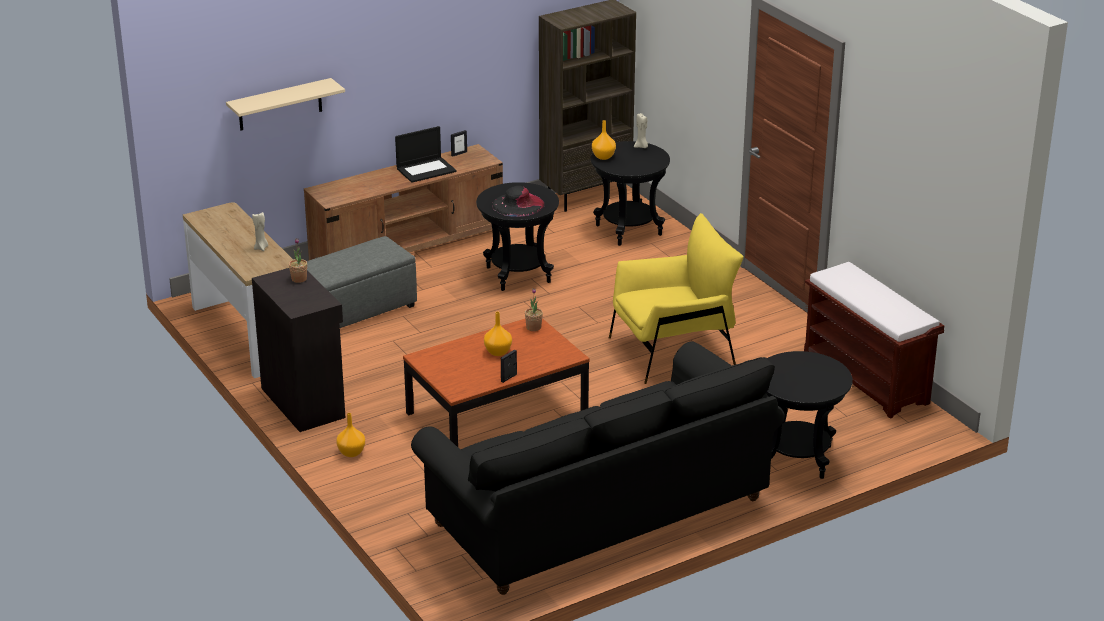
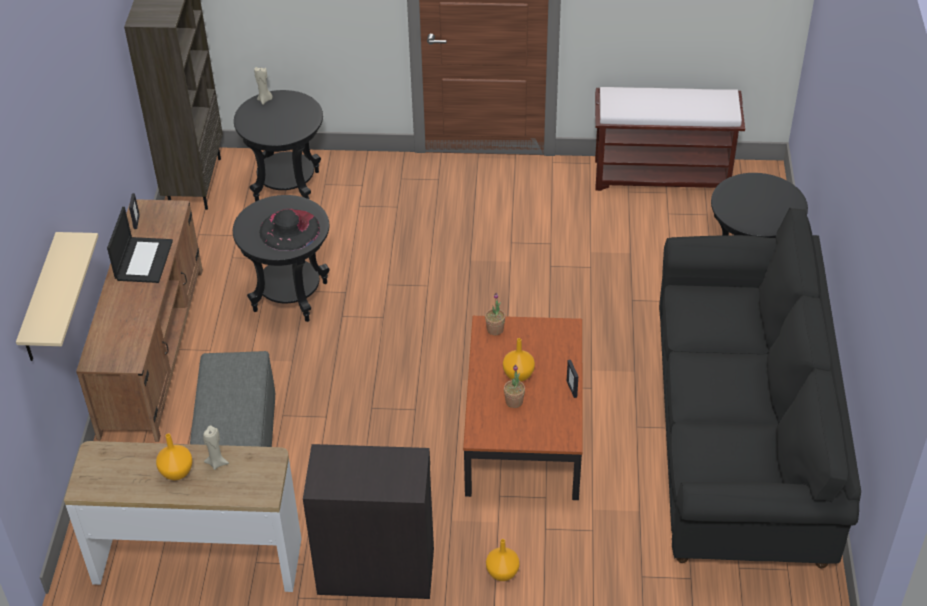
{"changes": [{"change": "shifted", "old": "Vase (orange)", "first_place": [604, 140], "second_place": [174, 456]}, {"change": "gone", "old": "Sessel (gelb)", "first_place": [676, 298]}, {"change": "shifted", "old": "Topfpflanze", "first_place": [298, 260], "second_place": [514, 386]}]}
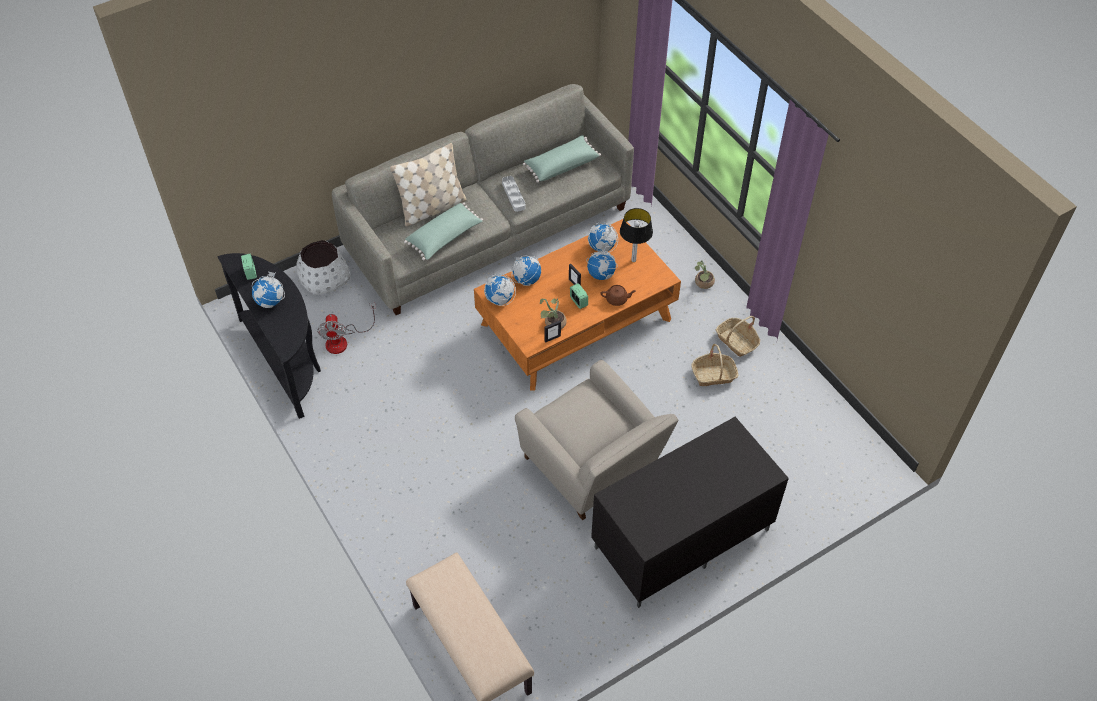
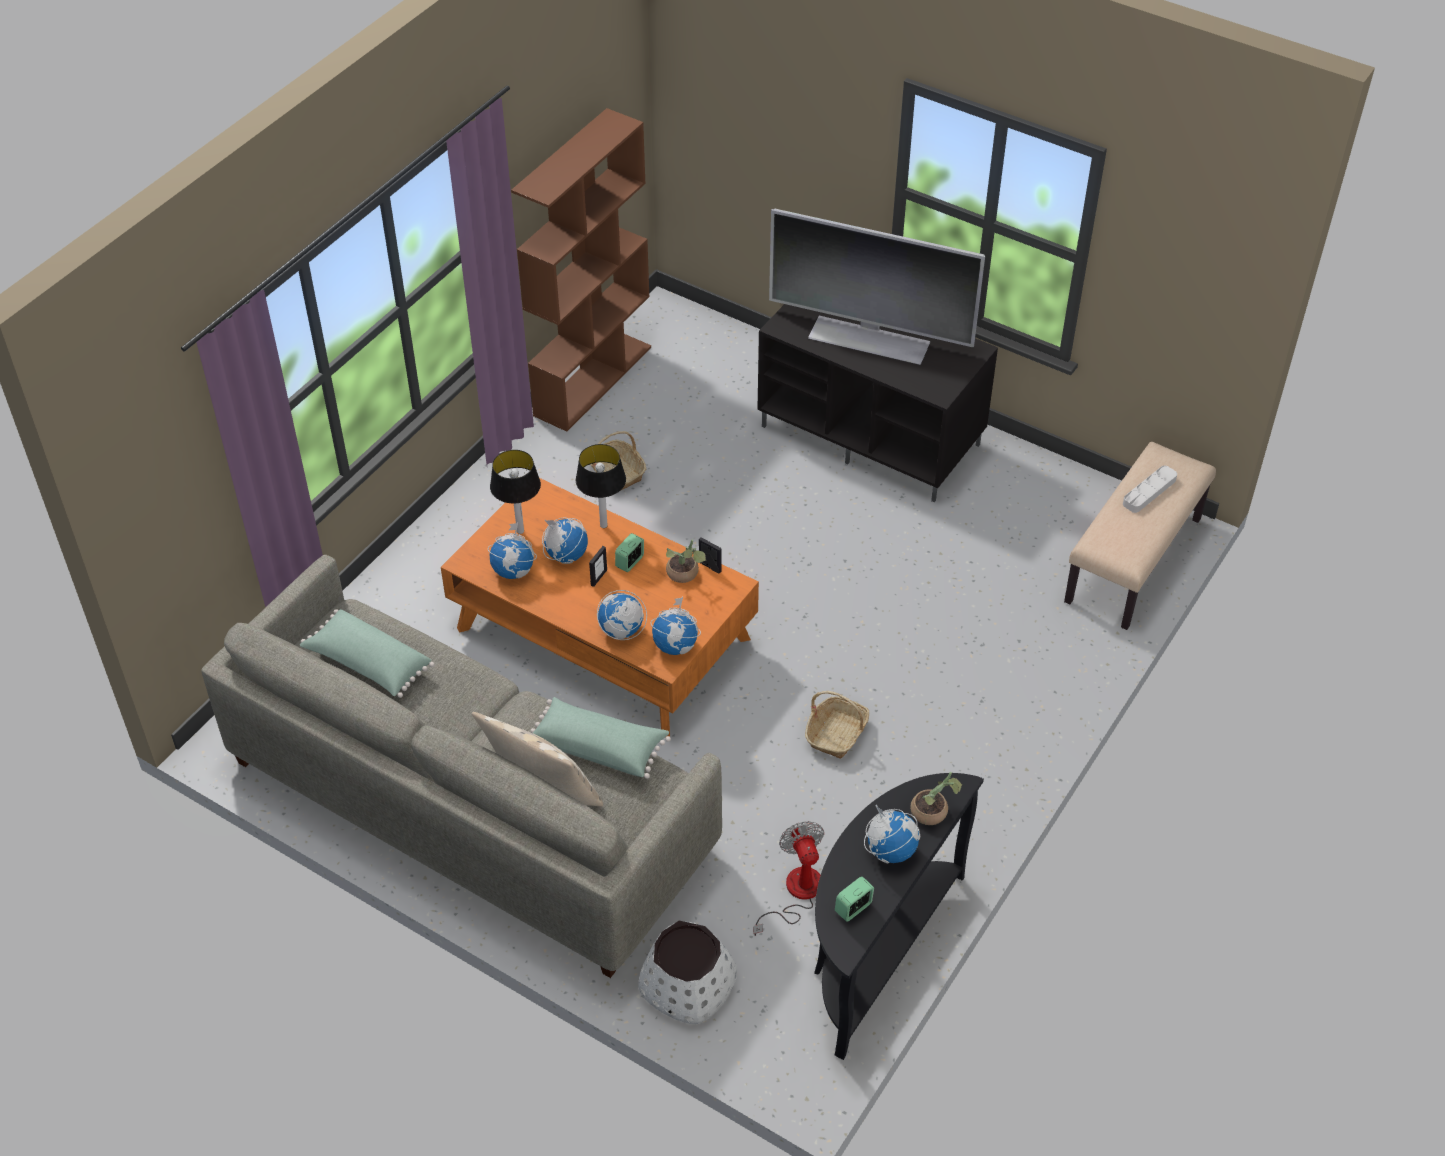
{"changes": [{"change": "shifted", "old": "Tablett (grau)", "first_place": [514, 194], "second_place": [1150, 489]}, {"change": "shifted", "old": "Topfpflanze", "first_place": [705, 274], "second_place": [936, 798]}, {"change": "swapped", "old": "Teekanne (braun)", "new": "Tischlampe", "first_place": [618, 295], "second_place": [601, 486]}, {"change": "rotated", "old": "Ventilator", "first_place": [346, 328], "second_place": [788, 878], "degrees": -75}, {"change": "shifted", "old": "Korb", "first_place": [738, 336], "second_place": [837, 725]}, {"change": "gone", "old": "Sessel (beige)", "first_place": [596, 440]}, {"change": "new", "new": "Bücherregal (braun)", "second_place": [581, 270]}, {"change": "new", "new": "Fernseher", "second_place": [877, 286]}]}
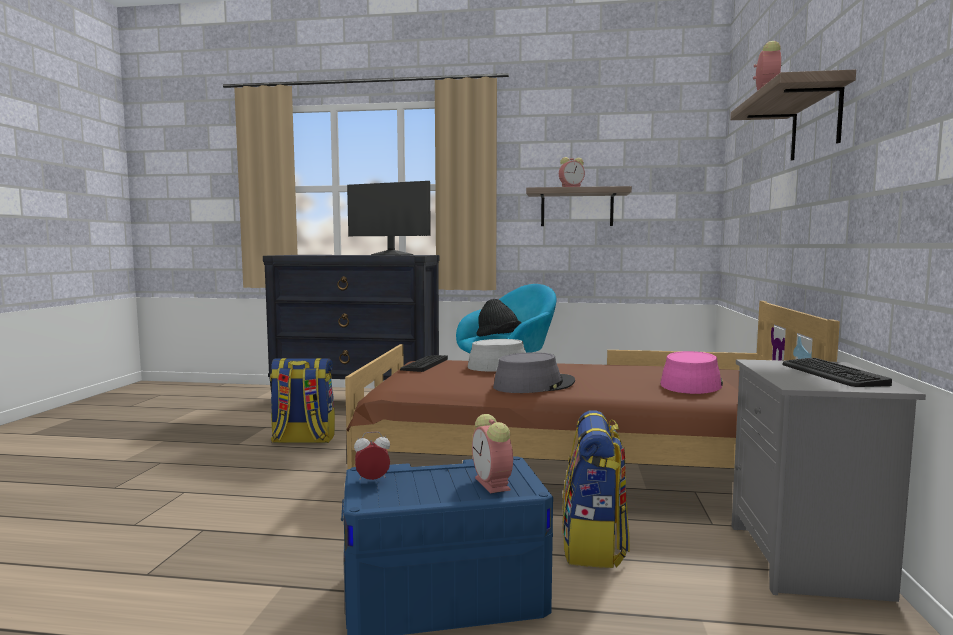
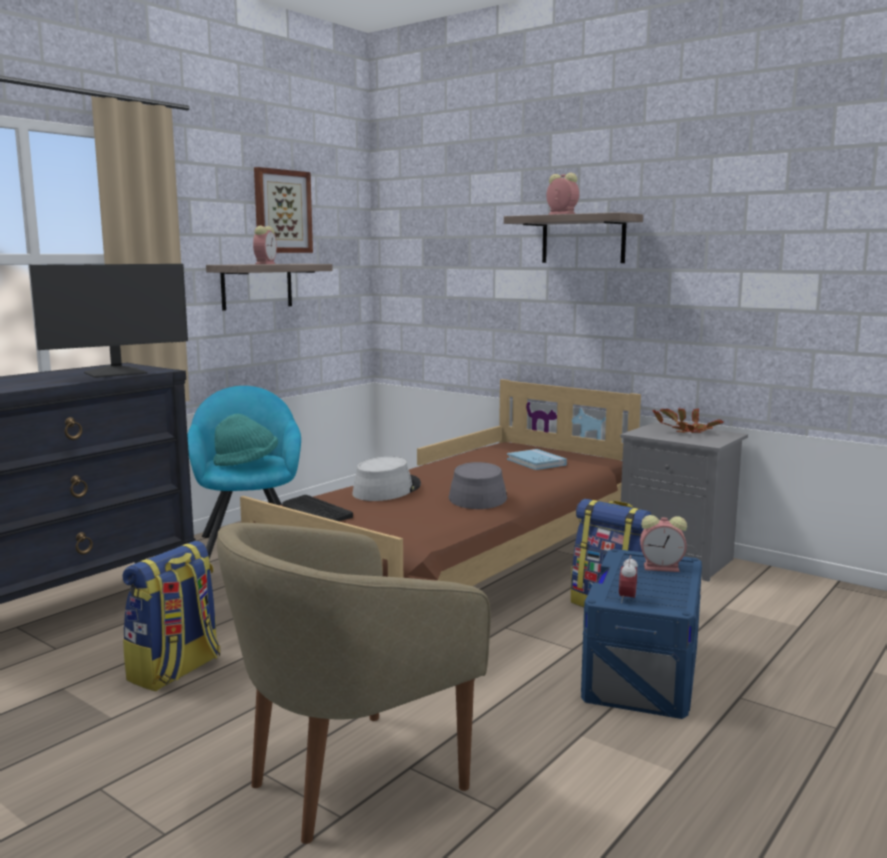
{"changes": [{"change": "repainted", "old": "Hut (schwarz)", "new": "Hut (türkis)", "first_place": [499, 318], "second_place": [245, 440]}, {"change": "swapped", "old": "Hut (rosa)", "new": "Buch (blau)", "first_place": [691, 372], "second_place": [537, 459]}, {"change": "swapped", "old": "Tastatur", "new": "Topfpflanze", "first_place": [837, 372], "second_place": [688, 420]}, {"change": "new", "new": "Bild", "second_place": [283, 210]}, {"change": "new", "new": "Sessel (beige)", "second_place": [354, 683]}]}
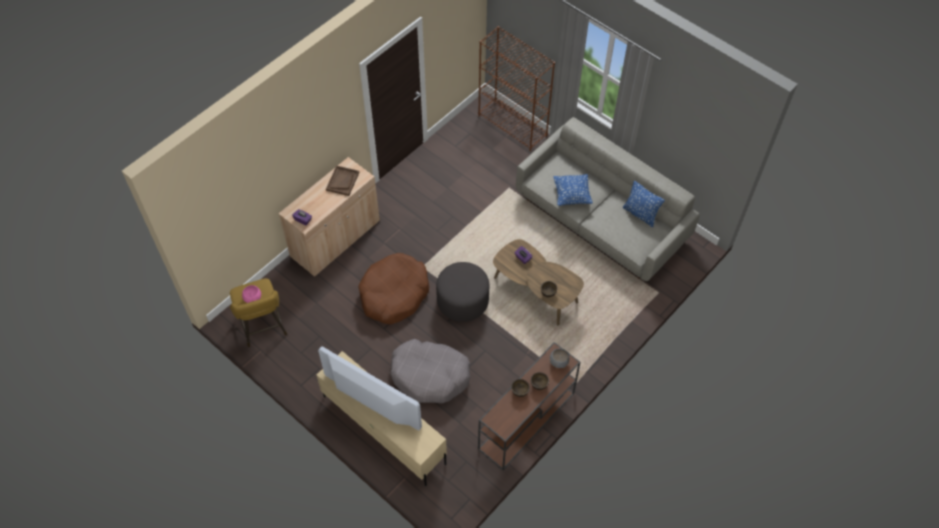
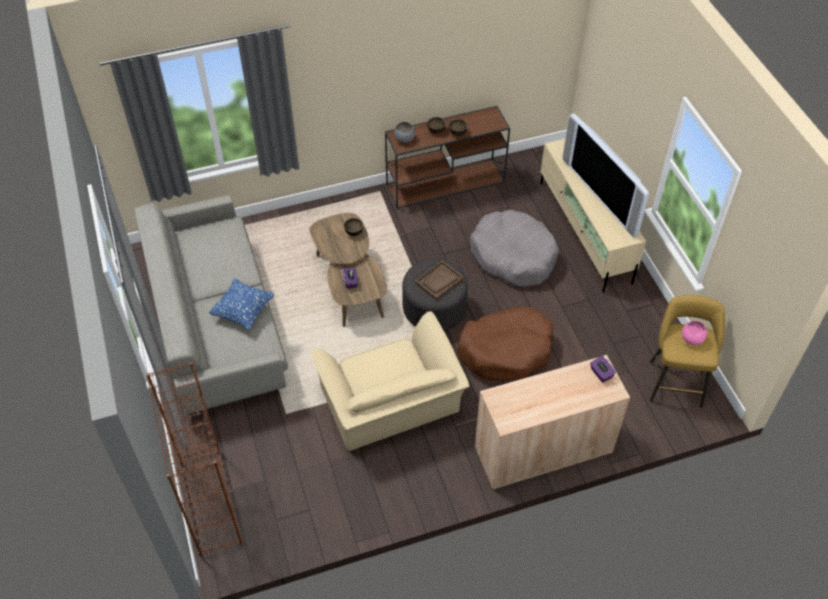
{"changes": [{"change": "shifted", "old": "Tablett (braun)", "first_place": [342, 180], "second_place": [439, 280]}, {"change": "gone", "old": "Kissen (blau)", "first_place": [644, 204]}, {"change": "new", "new": "Sessel (beige)", "second_place": [390, 381]}]}
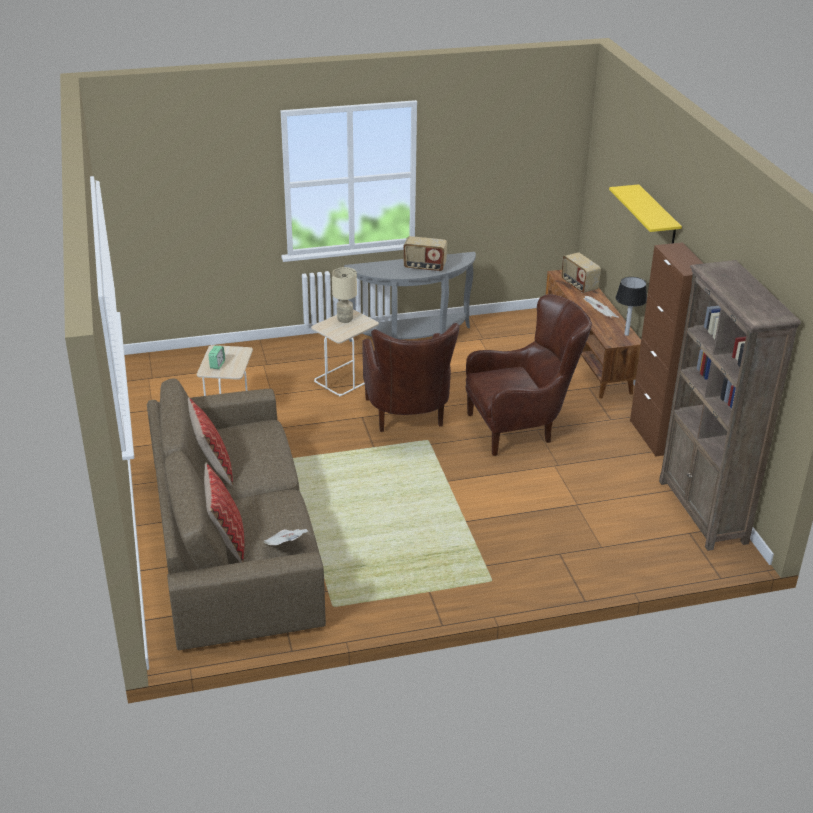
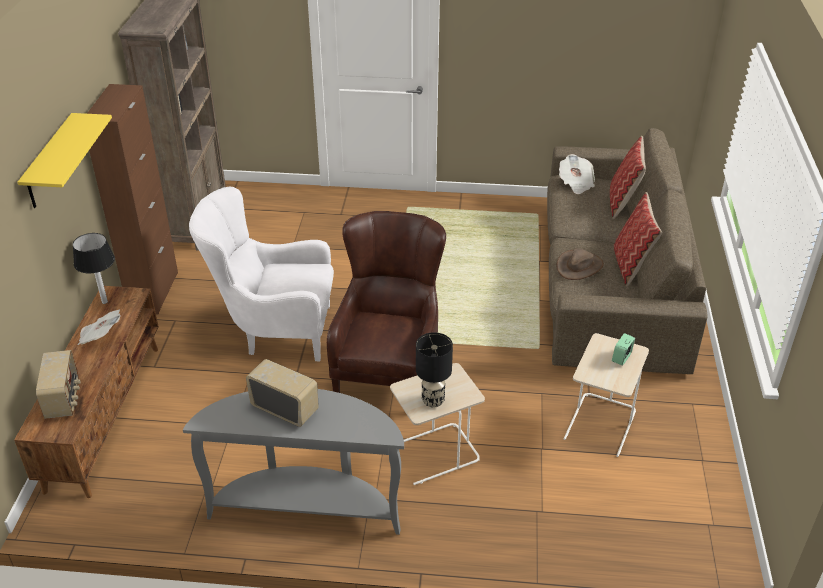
{"changes": [{"change": "repainted", "old": "Tischlampe (beige)", "new": "Tischlampe (schwarz)", "first_place": [344, 295], "second_place": [434, 370]}, {"change": "repainted", "old": "Sessel (braun)", "new": "Sessel (weiß)", "first_place": [529, 375], "second_place": [261, 274]}, {"change": "new", "new": "Hut (braun)", "second_place": [580, 264]}]}
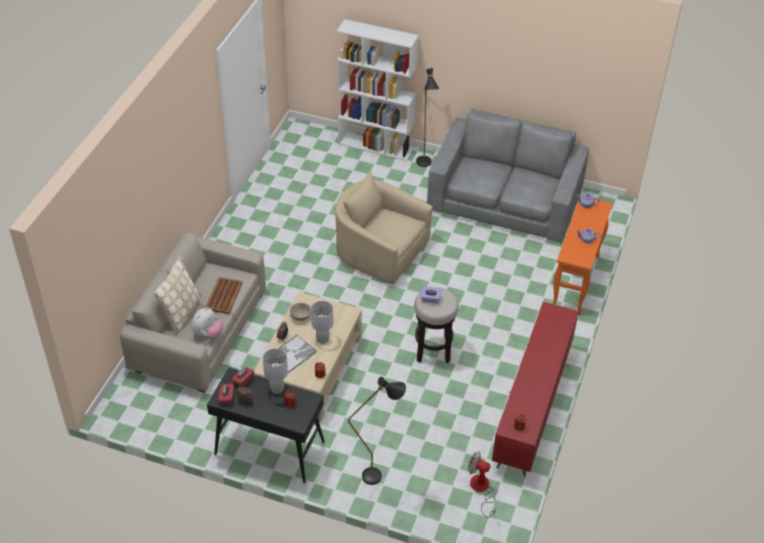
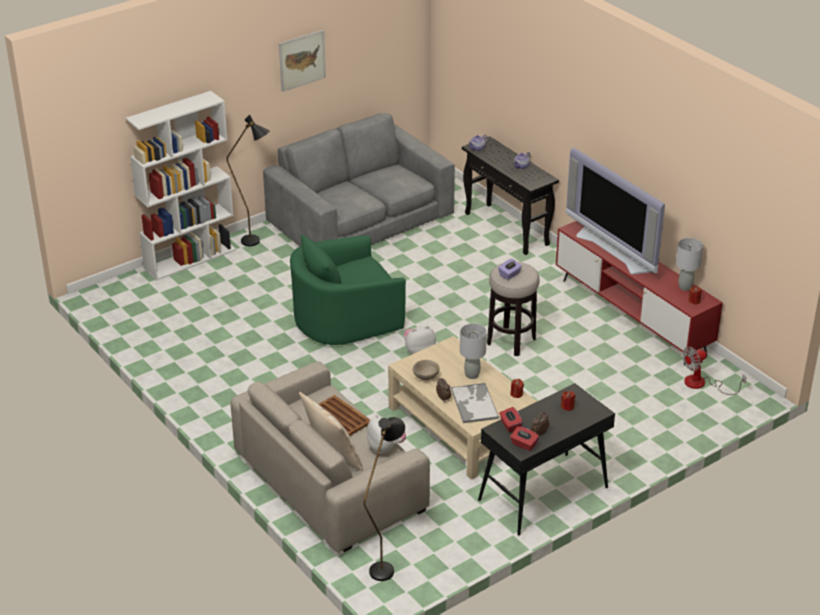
{"changes": [{"change": "repainted", "old": "Sessel (beige)", "new": "Sessel (grün)", "first_place": [384, 228], "second_place": [348, 289]}, {"change": "repainted", "old": "Konsolentisch (orange)", "new": "Konsolentisch (schwarz)", "first_place": [583, 255], "second_place": [510, 195]}, {"change": "shifted", "old": "Tischlampe (grau)", "first_place": [275, 371], "second_place": [689, 264]}, {"change": "shifted", "old": "Stehlampe (schwarz)", "first_place": [377, 431], "second_place": [384, 499]}, {"change": "new", "new": "Bild", "second_place": [302, 61]}, {"change": "new", "new": "Fernseher", "second_place": [615, 211]}, {"change": "new", "new": "Plüschtier", "second_place": [420, 340]}]}
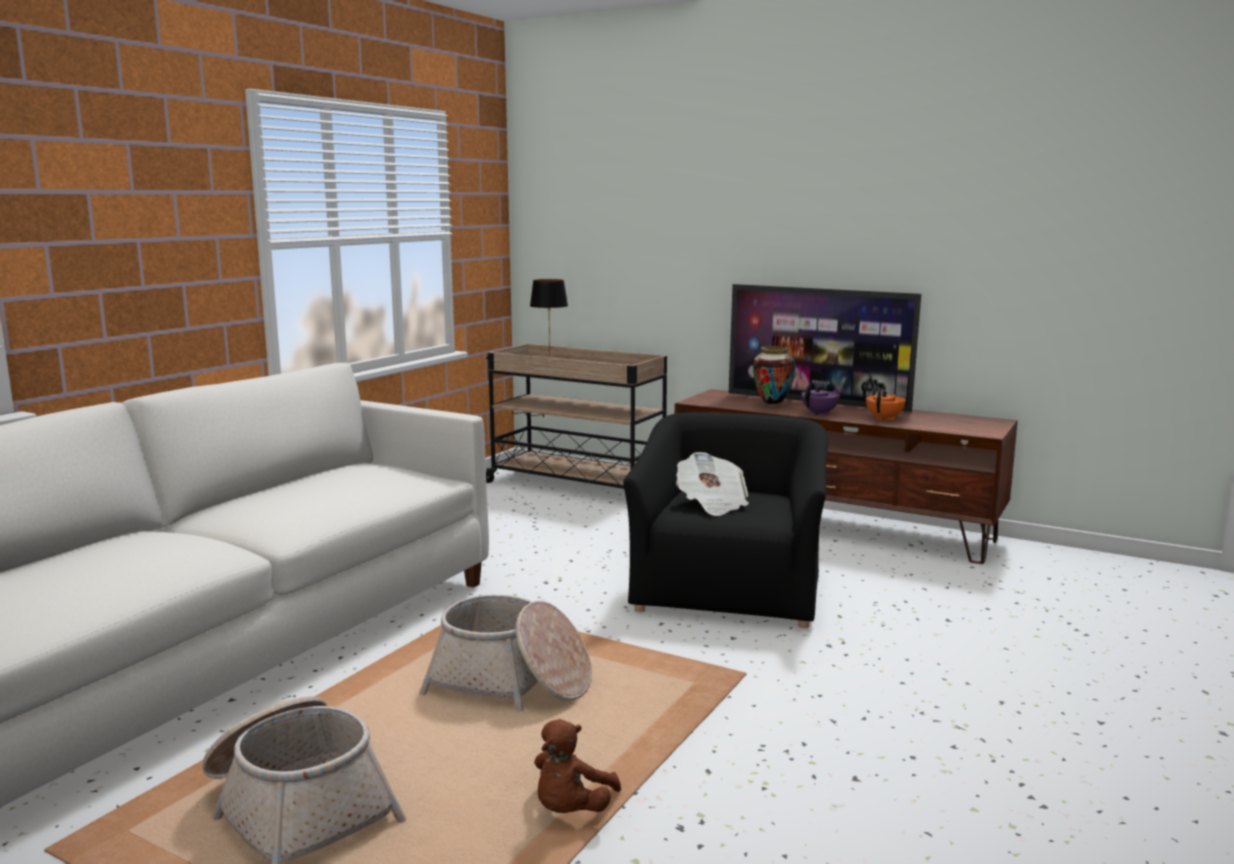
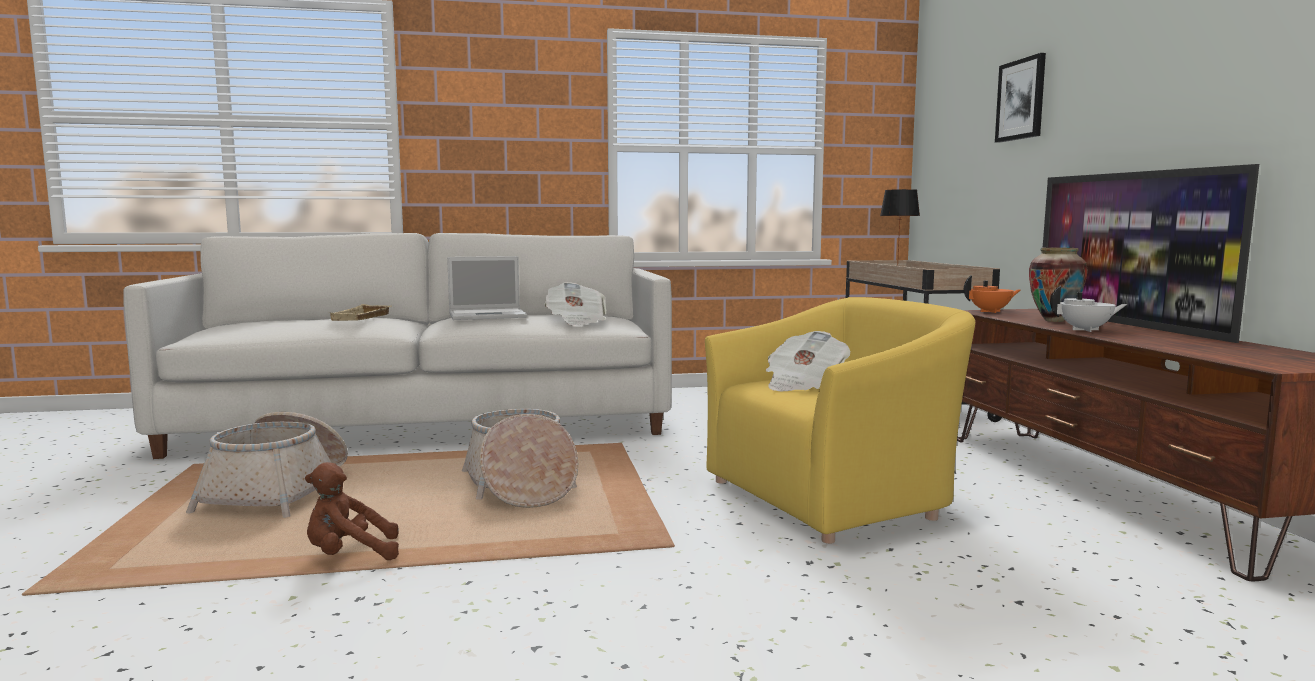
{"changes": [{"change": "repainted", "old": "Teekanne (lila)", "new": "Teekanne (weiß)", "first_place": [820, 399], "second_place": [1088, 309]}, {"change": "shifted", "old": "Teekanne (orange)", "first_place": [886, 404], "second_place": [992, 294]}, {"change": "repainted", "old": "Sessel (schwarz)", "new": "Sessel (gelb)", "first_place": [725, 520], "second_place": [840, 420]}, {"change": "new", "new": "Bild", "second_place": [1020, 98]}, {"change": "new", "new": "Laptop", "second_place": [487, 288]}, {"change": "new", "new": "Zeitung", "second_place": [575, 304]}, {"change": "new", "new": "Tablett (beige)", "second_place": [360, 312]}]}
